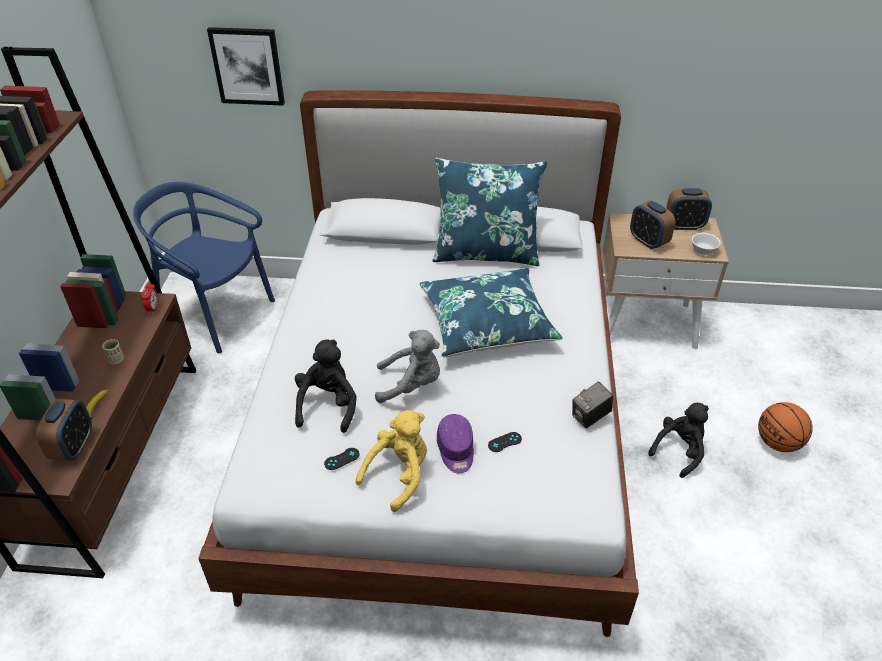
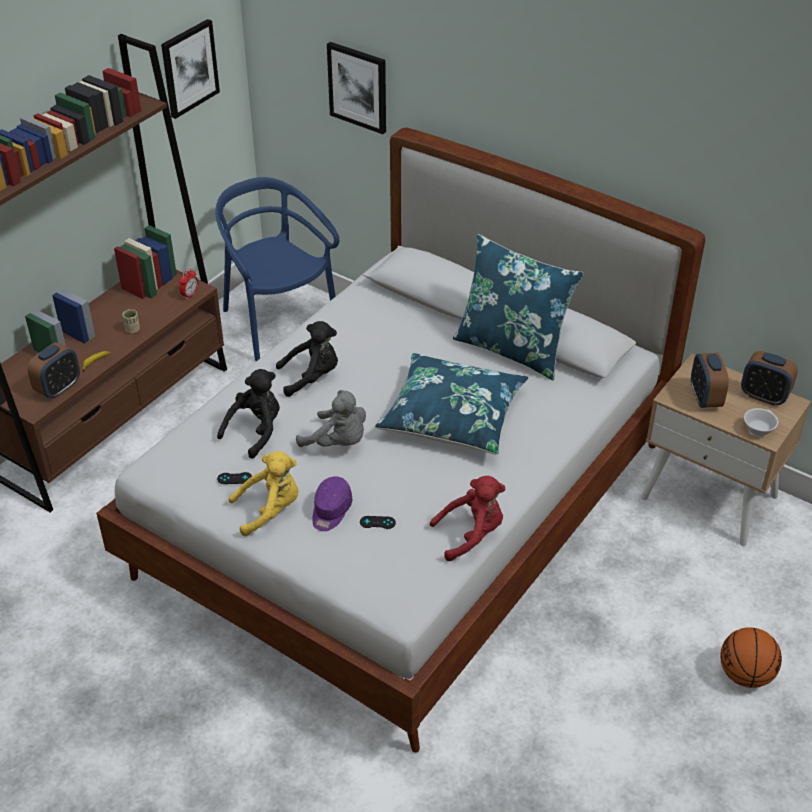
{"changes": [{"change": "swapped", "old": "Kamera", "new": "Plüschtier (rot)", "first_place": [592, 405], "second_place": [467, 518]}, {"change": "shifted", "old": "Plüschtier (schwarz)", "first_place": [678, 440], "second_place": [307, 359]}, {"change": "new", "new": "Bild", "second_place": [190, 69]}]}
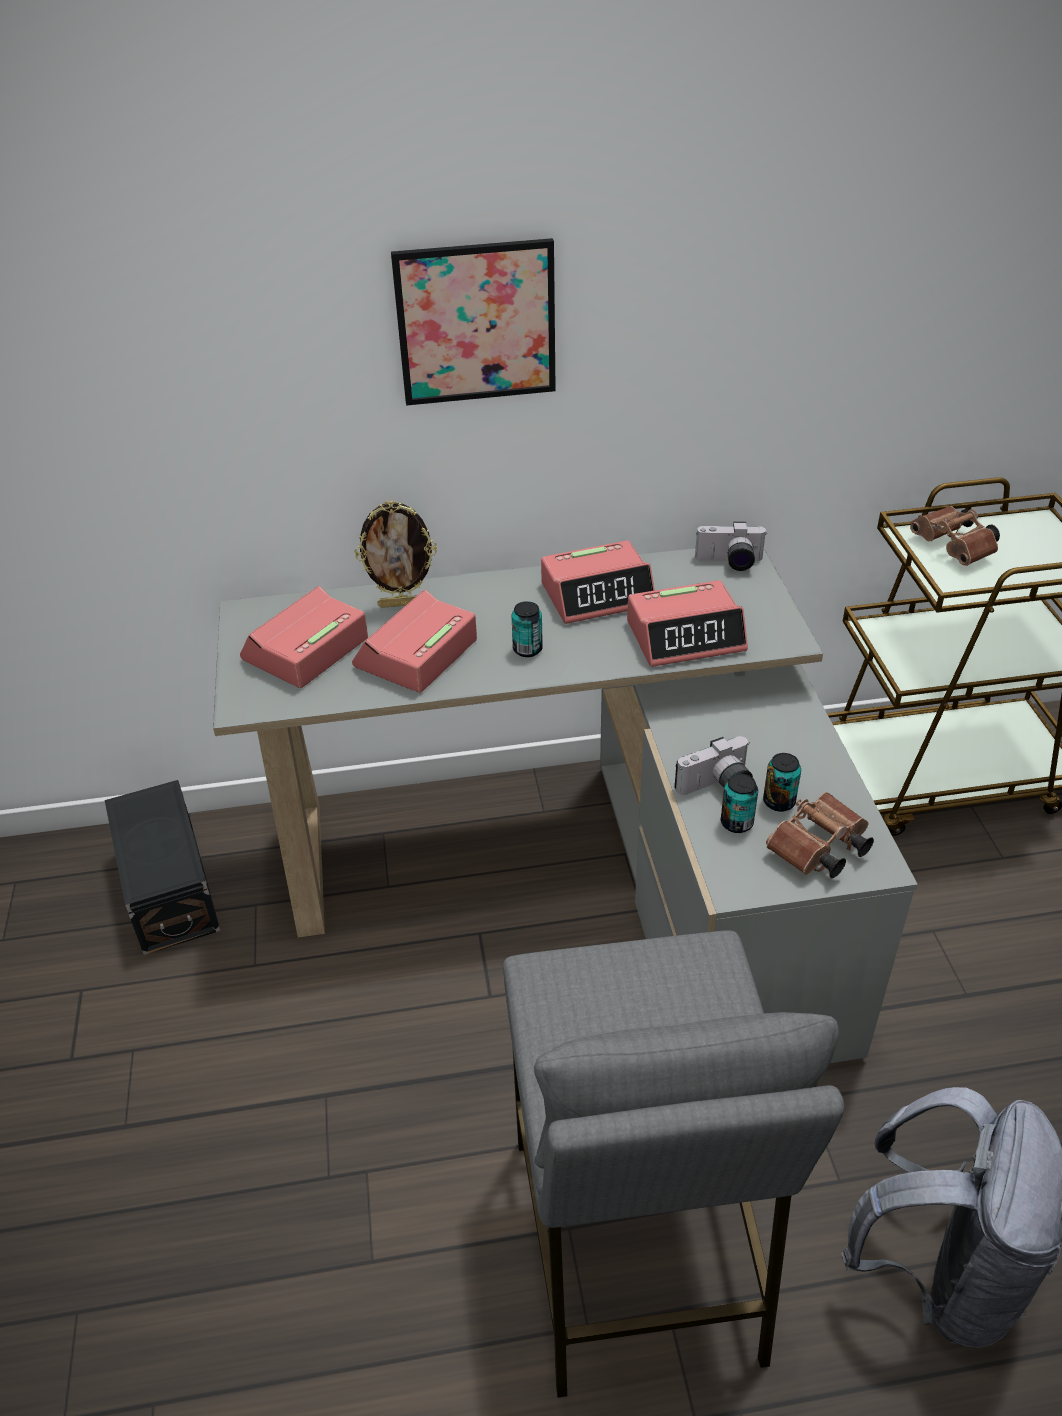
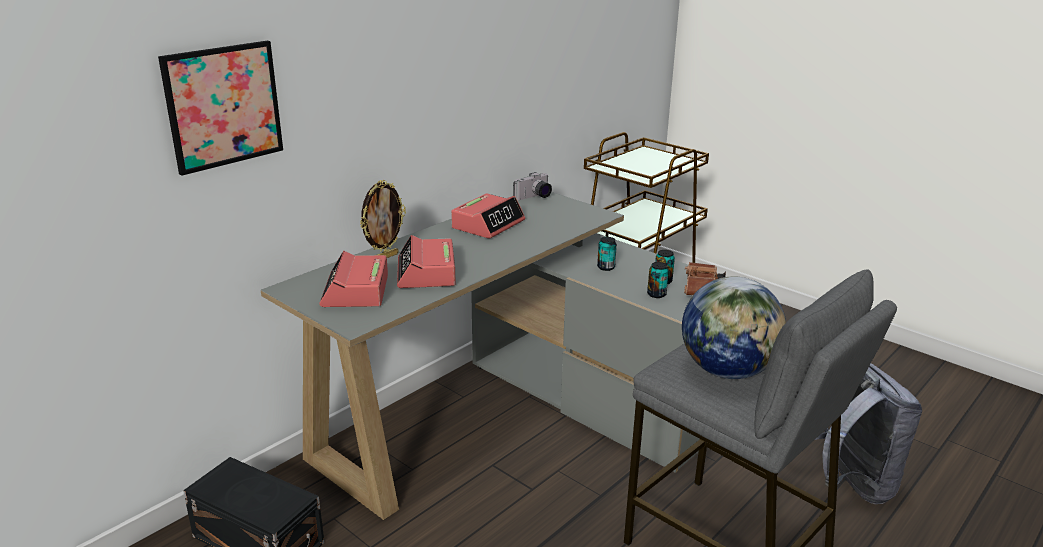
{"changes": [{"change": "shifted", "old": "Bild", "first_place": [473, 322], "second_place": [220, 108]}, {"change": "gone", "old": "Fernglas (braun)", "first_place": [955, 536]}, {"change": "gone", "old": "Wecker", "first_place": [687, 623]}, {"change": "shifted", "old": "Dose", "first_place": [527, 629], "second_place": [607, 254]}, {"change": "gone", "old": "Kamera", "first_place": [714, 765]}, {"change": "new", "new": "Globus", "second_place": [734, 327]}]}
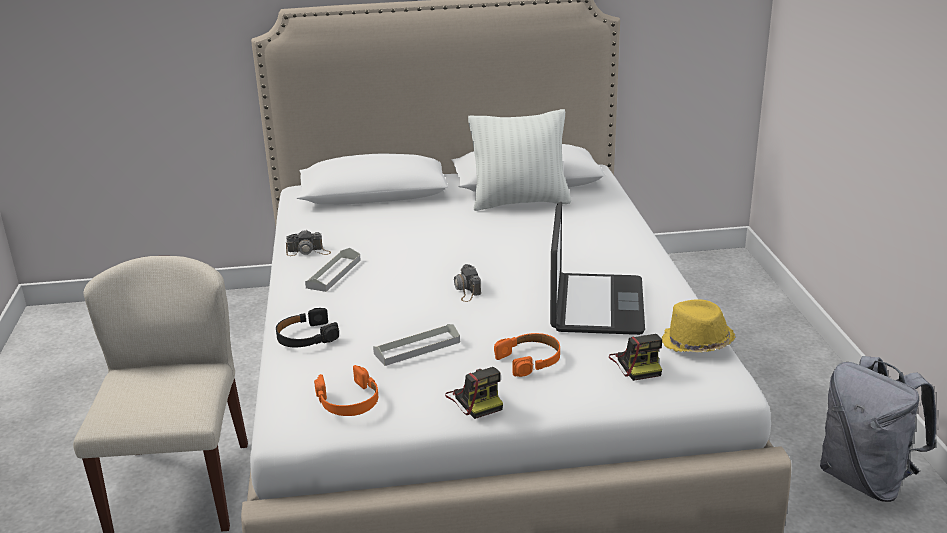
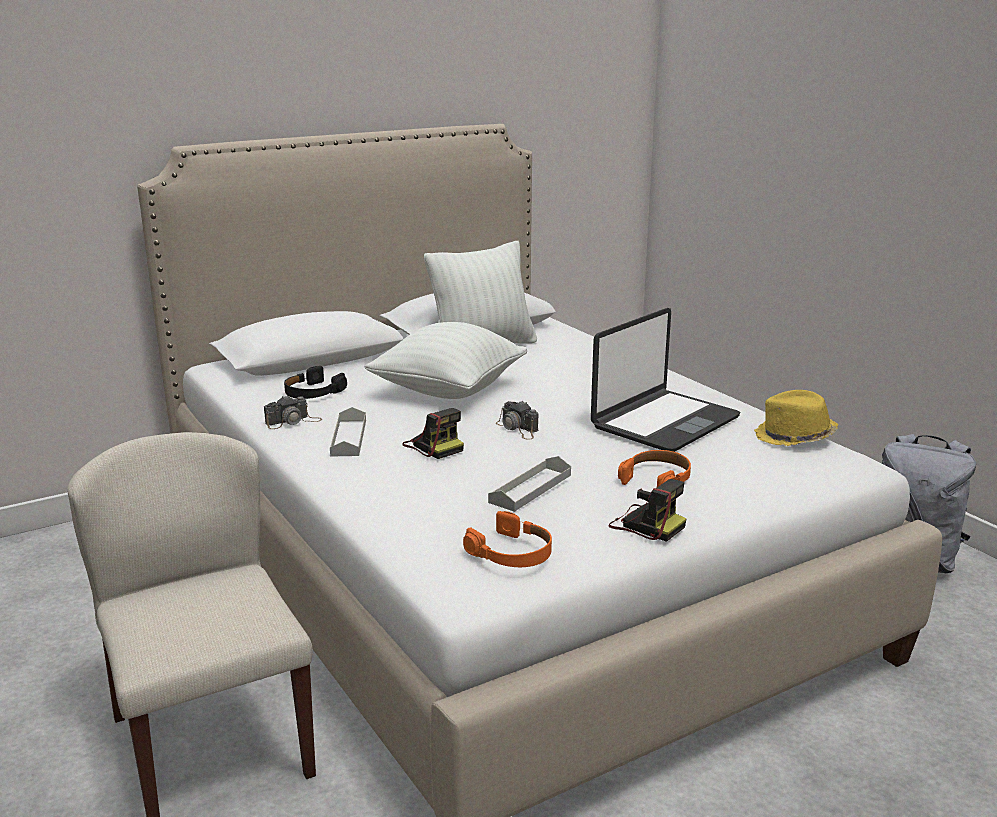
{"changes": [{"change": "rotated", "old": "Laptop", "first_place": [597, 268], "second_place": [666, 380], "degrees": 60}, {"change": "shifted", "old": "Kopfhörer (schwarz)", "first_place": [307, 327], "second_place": [315, 382]}, {"change": "shifted", "old": "Kamera", "first_place": [635, 357], "second_place": [433, 433]}, {"change": "new", "new": "Kissen (weiß)", "second_place": [445, 360]}]}
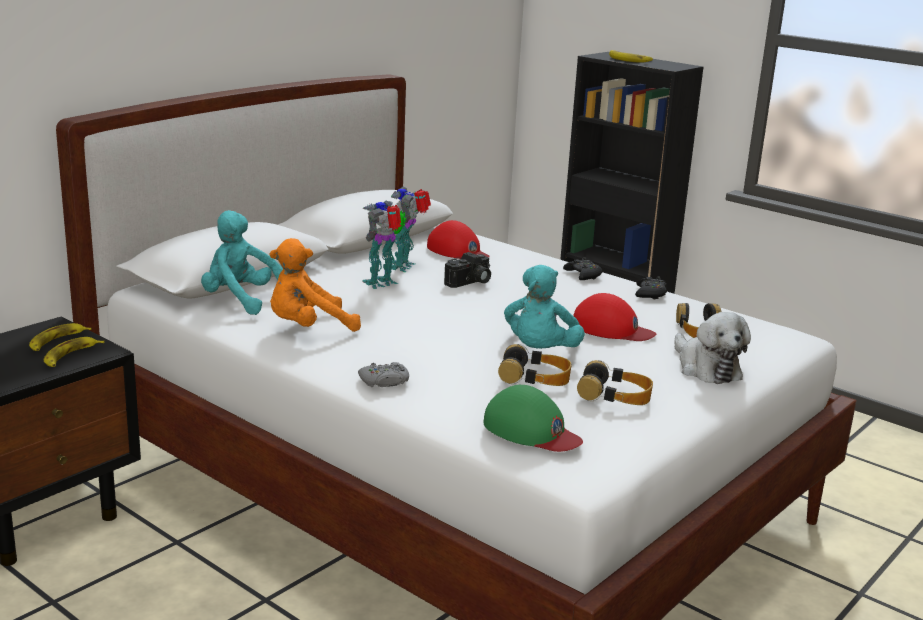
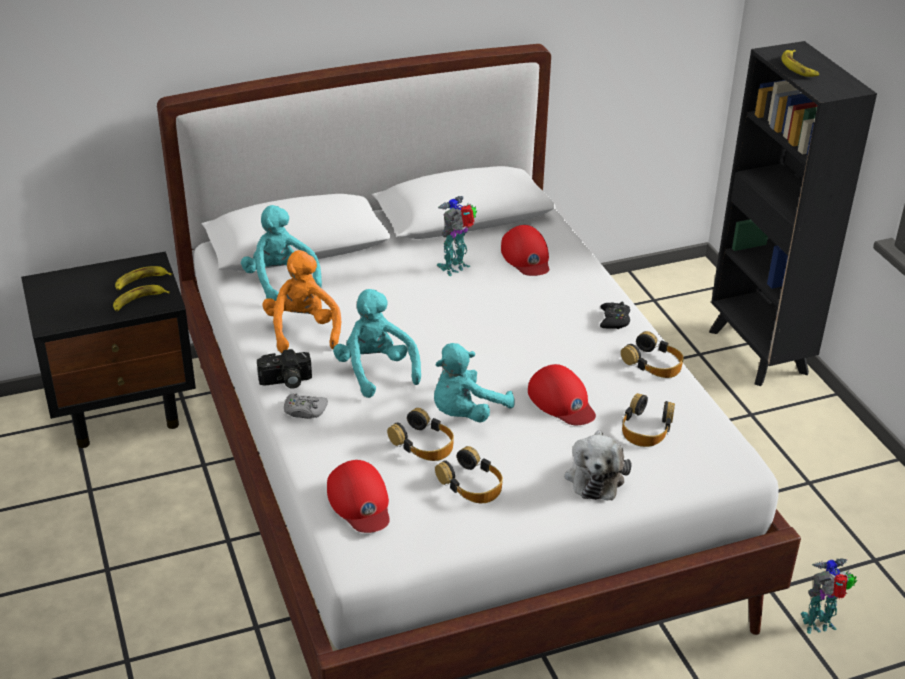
{"changes": [{"change": "shifted", "old": "Spielzeugroboter", "first_place": [384, 244], "second_place": [829, 596]}, {"change": "rotated", "old": "Plüschtier (orange)", "first_place": [315, 285], "second_place": [301, 301], "degrees": 75}, {"change": "shifted", "old": "Kamera", "first_place": [467, 270], "second_place": [284, 368]}, {"change": "swapped", "old": "Gamepad (schwarz)", "new": "Kopfhörer", "first_place": [651, 287], "second_place": [652, 354]}, {"change": "repainted", "old": "Kappe (grün)", "new": "Kappe (rot)", "first_place": [533, 418], "second_place": [358, 496]}, {"change": "new", "new": "Plüschtier (türkis)", "second_place": [377, 343]}]}
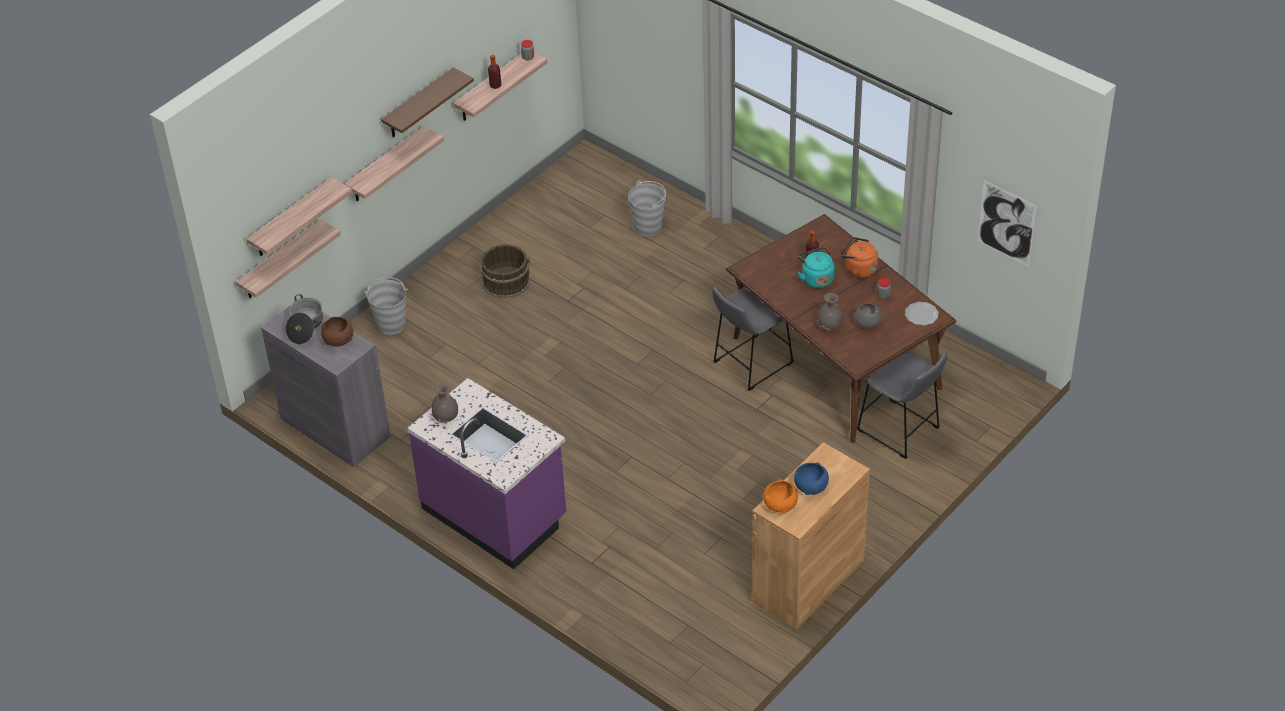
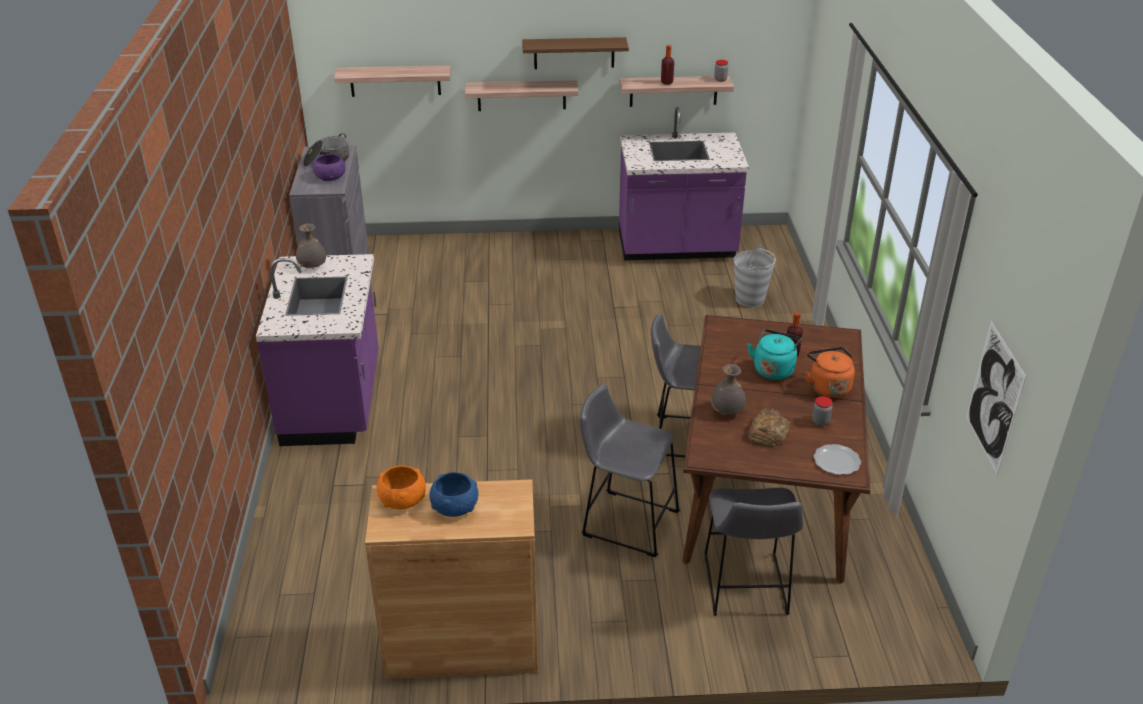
{"changes": [{"change": "gone", "old": "Wandregal", "first_place": [288, 258]}, {"change": "gone", "old": "Eimer (braun)", "first_place": [505, 271]}, {"change": "gone", "old": "Eimer (grau)", "first_place": [386, 306]}, {"change": "swapped", "old": "Schüssel (grau)", "new": "Brot", "first_place": [868, 316], "second_place": [769, 427]}, {"change": "repainted", "old": "Schüssel (braun)", "new": "Schüssel (lila)", "first_place": [337, 331], "second_place": [329, 167]}, {"change": "new", "new": "Küchenzeile (lila)", "second_place": [684, 183]}, {"change": "new", "new": "Hocker (grau)", "second_place": [630, 470]}]}
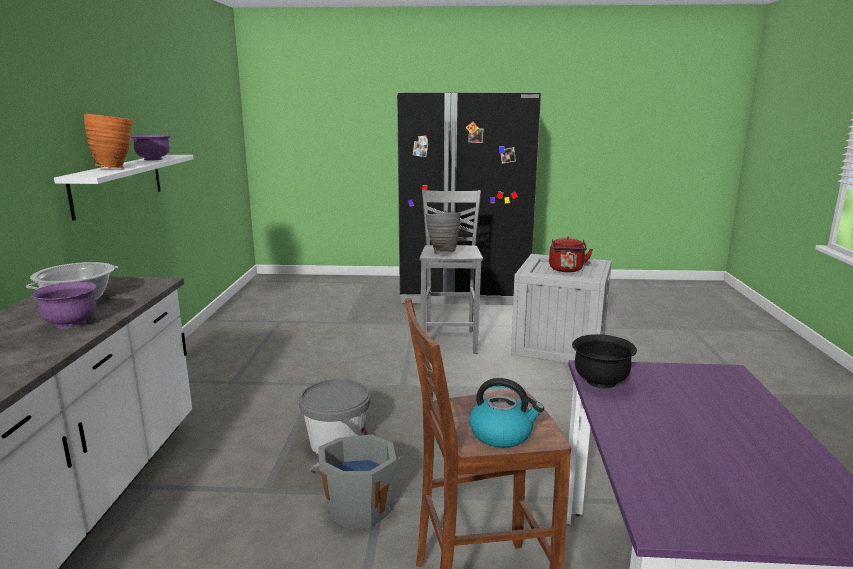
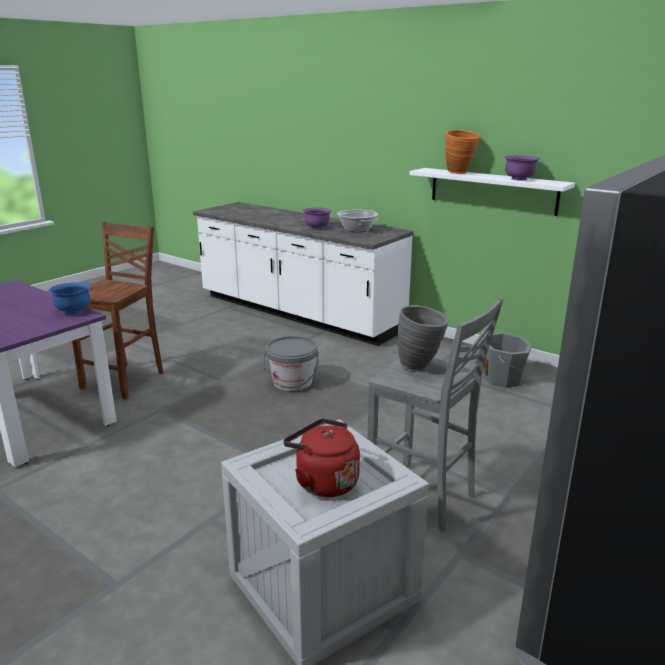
{"changes": [{"change": "repainted", "old": "Schüssel (schwarz)", "new": "Schüssel (blau)", "first_place": [604, 361], "second_place": [70, 298]}, {"change": "gone", "old": "Wasserkessel", "first_place": [506, 413]}, {"change": "shifted", "old": "Eimer (grau)", "first_place": [356, 482], "second_place": [507, 360]}]}
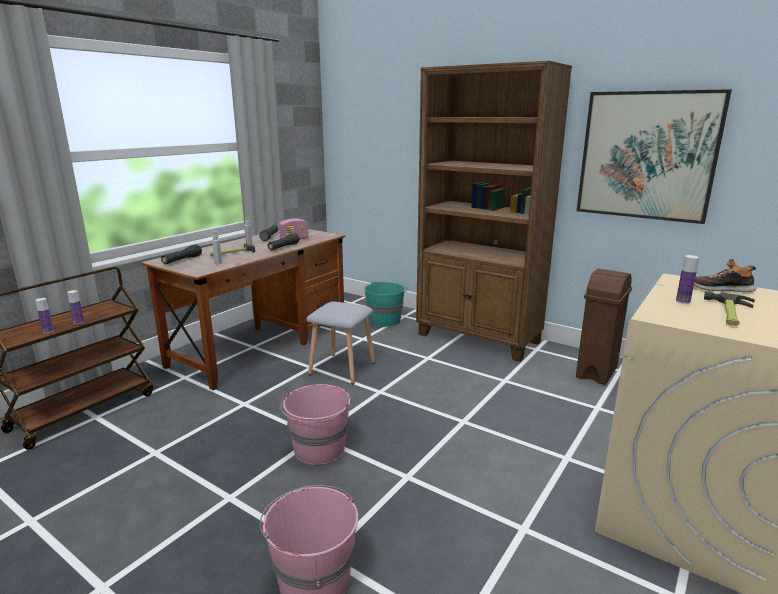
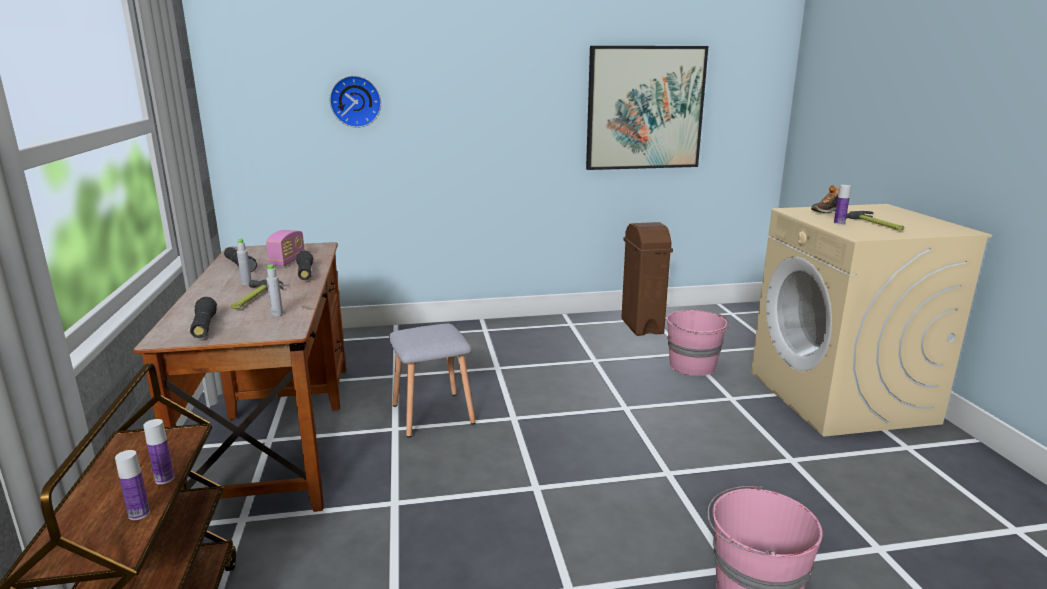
{"changes": [{"change": "gone", "old": "Bücherregal (braun)", "first_place": [494, 211]}, {"change": "gone", "old": "Eimer (türkis)", "first_place": [385, 304]}, {"change": "shifted", "old": "Eimer (rosa)", "first_place": [315, 424], "second_place": [698, 343]}, {"change": "new", "new": "Wanduhr", "second_place": [355, 101]}]}
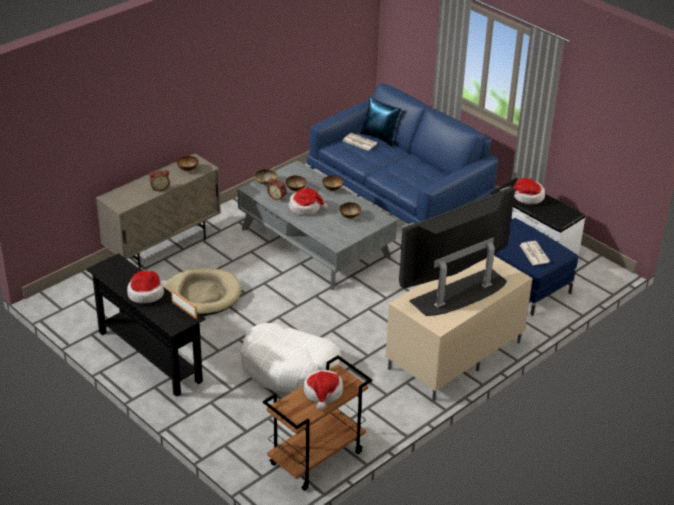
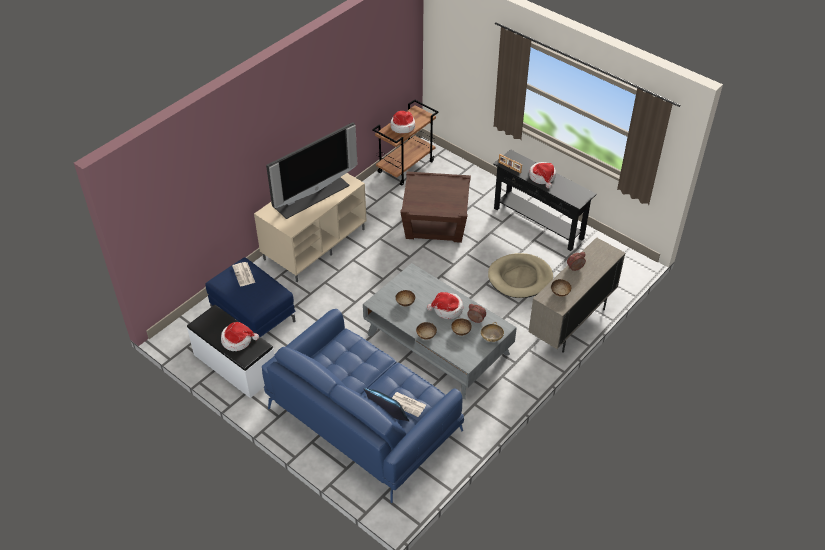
{"changes": [{"change": "swapped", "old": "Hundebett (weiß)", "new": "Beistelltisch (braun)", "first_place": [290, 358], "second_place": [435, 207]}]}
